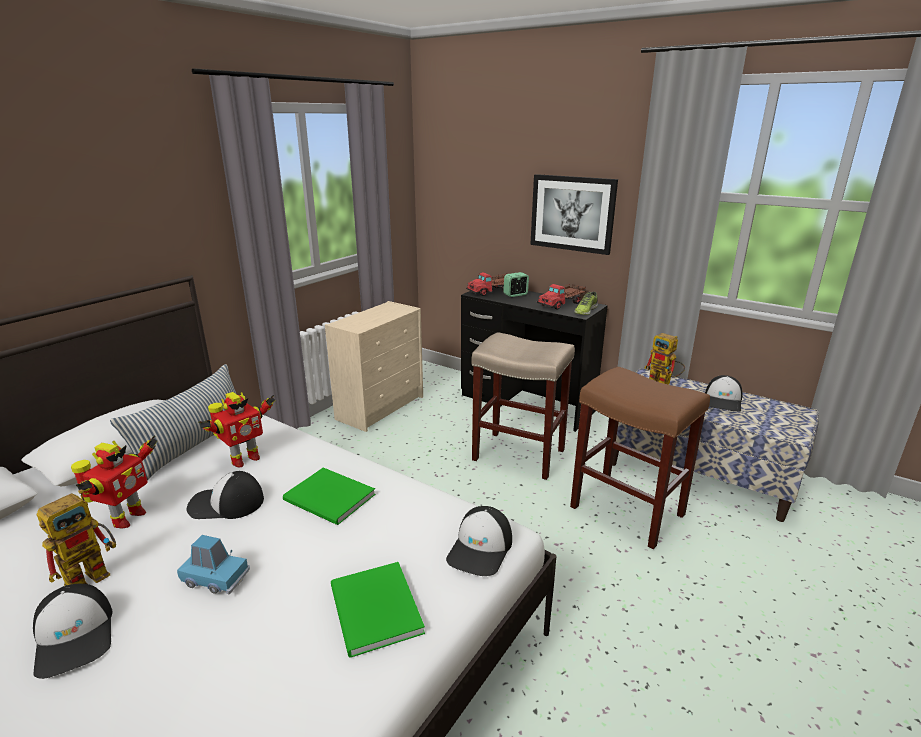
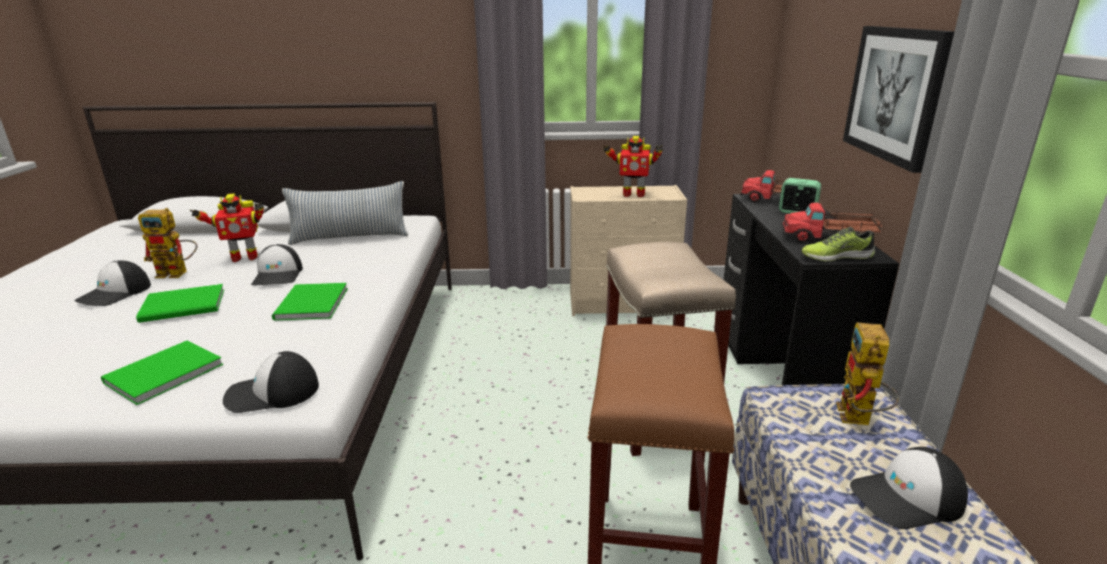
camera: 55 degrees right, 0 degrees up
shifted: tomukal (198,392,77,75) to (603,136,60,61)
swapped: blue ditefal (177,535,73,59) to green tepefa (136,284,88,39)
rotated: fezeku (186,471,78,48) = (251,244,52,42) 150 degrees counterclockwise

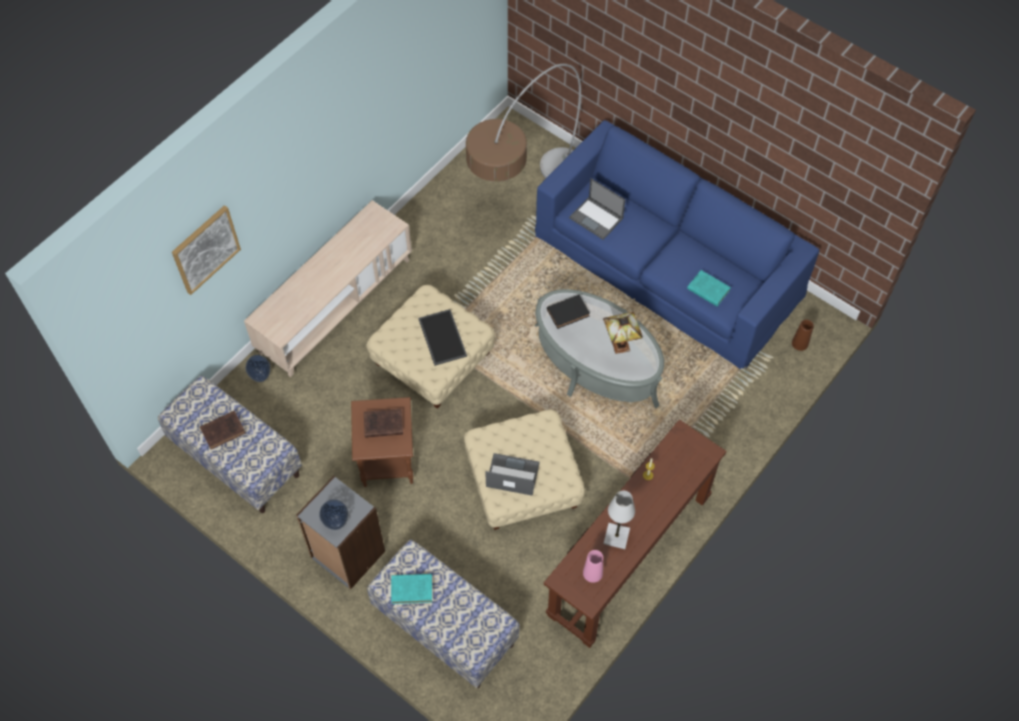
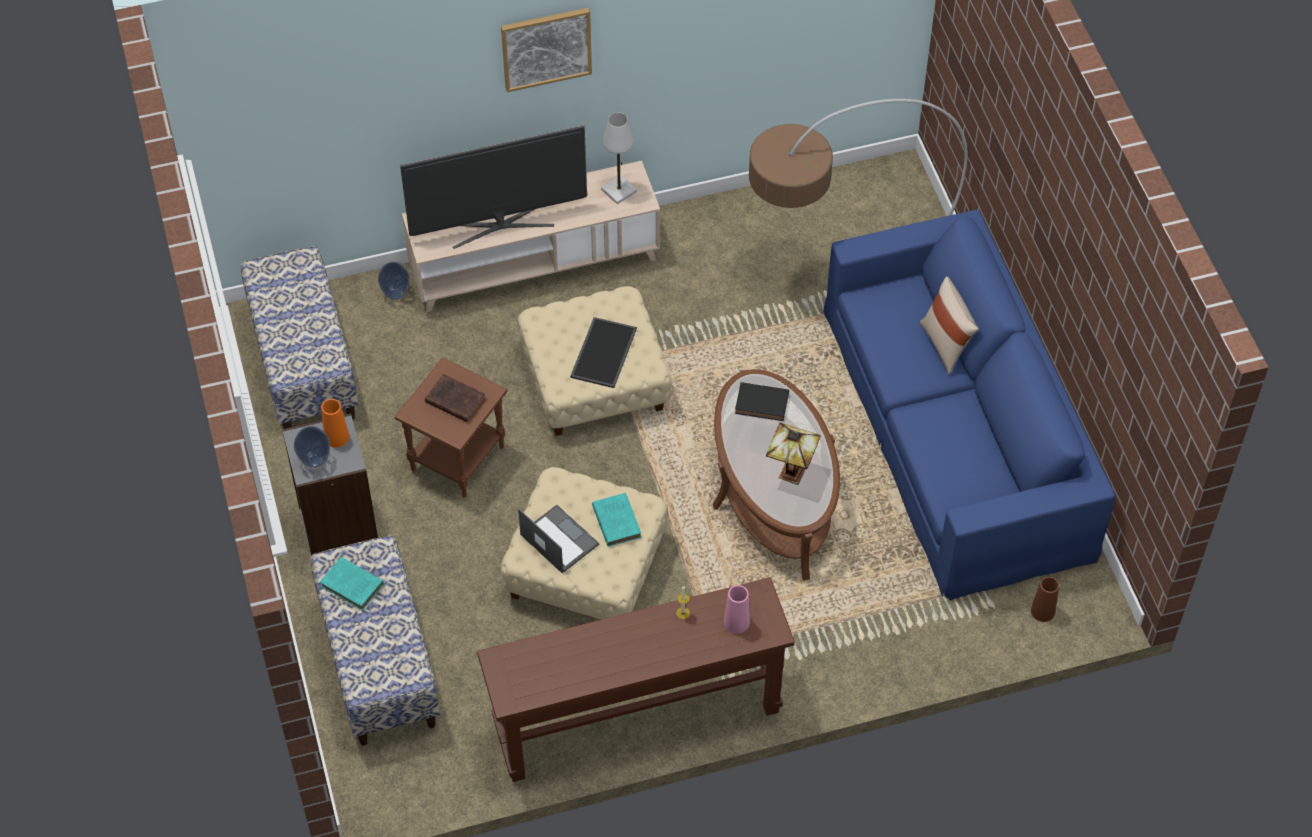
camera: 35 degrees right, 5 degrees down
gone: brown tepefa (200,411,45,39); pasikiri (569,178,56,62)
new: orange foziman (321,399,28,48); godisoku (400,125,187,124); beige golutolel (920,276,59,98)
shifted: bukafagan (172,205,69,90) to (501,8,91,84); turquoise tepefa (687,270,44,36) to (592,493,49,54); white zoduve (604,491,31,58) to (601,112,36,92); pink foziman (583,550,20,33) to (724,585,26,49)
repainted: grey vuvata (535,289,129,120) to brown vuvata (712,369,128,212)

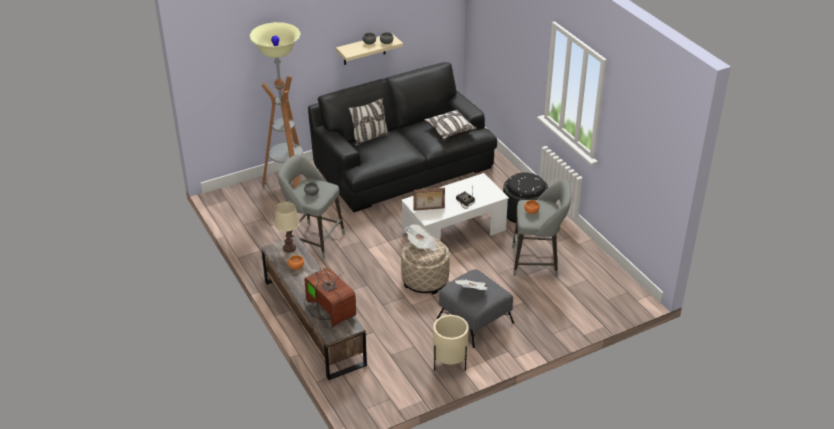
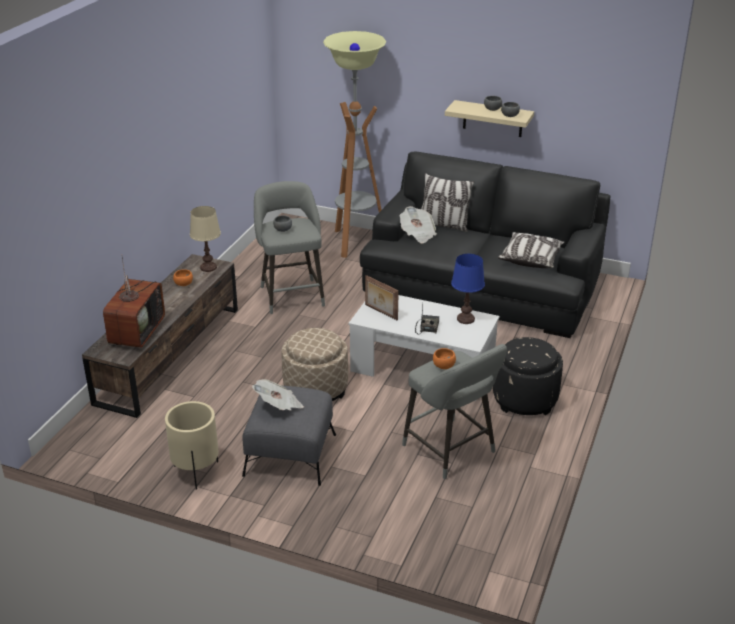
camera: 50 degrees right, 5 degrees down
new: blue zoduve (451,254,34,70)
shifted: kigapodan (405,224,31,27) to (400,206,37,38)

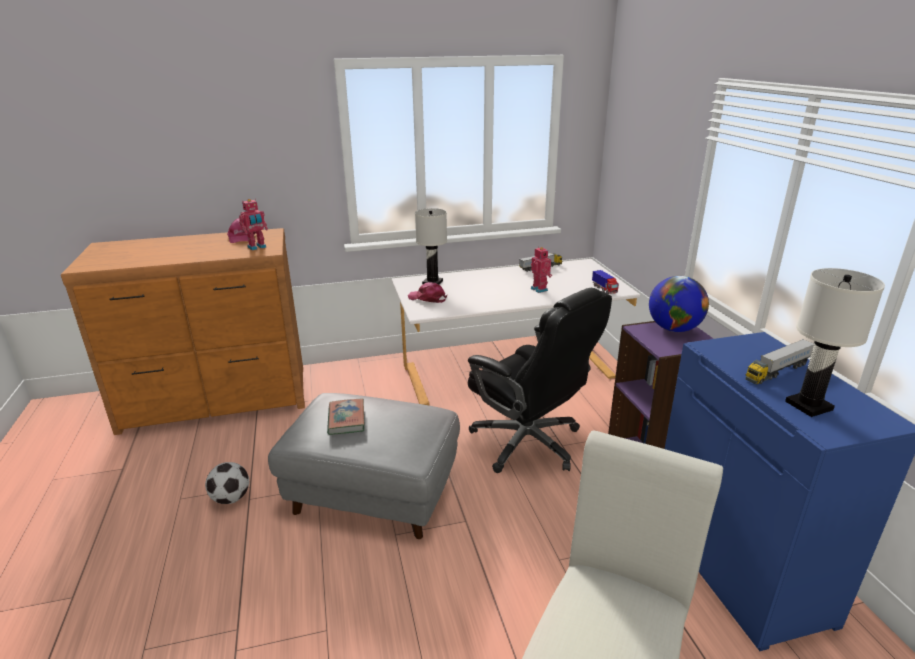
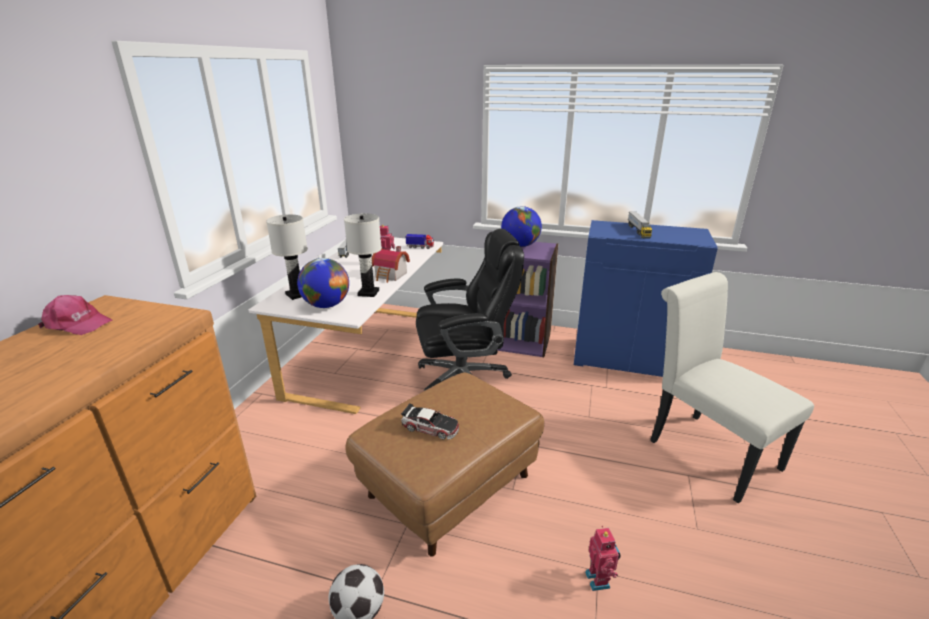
camera: 60 degrees left, 0 degrees up
new: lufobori (372,246,38,37)
shifted: white zoduve (785,268,100,149) to (344,213,38,84); tomukal (239,199,29,51) to (585,526,36,65)
swapped: pink fezeku (408,282,39,21) to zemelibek (297,258,52,50); tepefa (327,399,37,36) to ditefal (401,403,58,37)
repainted: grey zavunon (268,393,192,146) to brown zavunon (345,372,199,184)

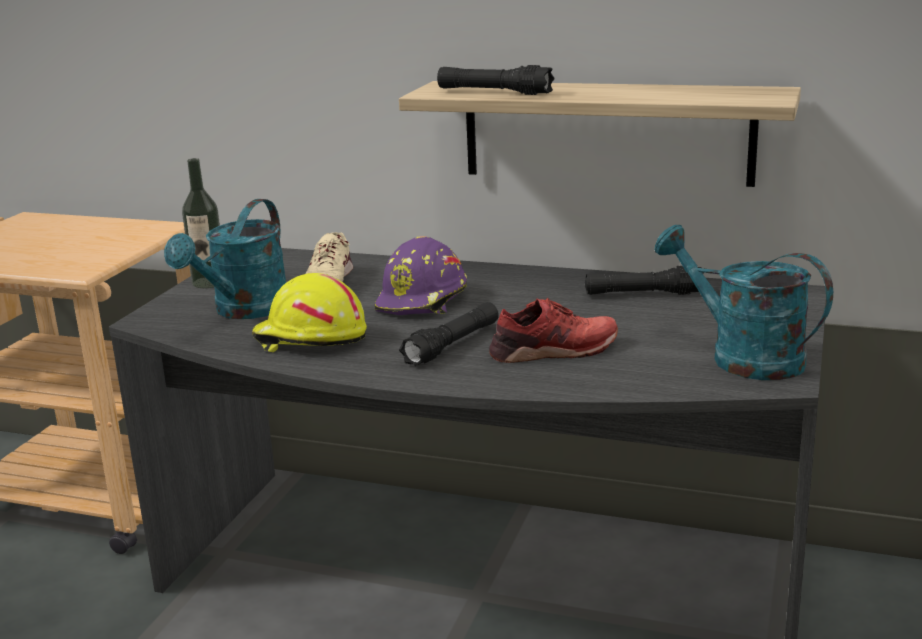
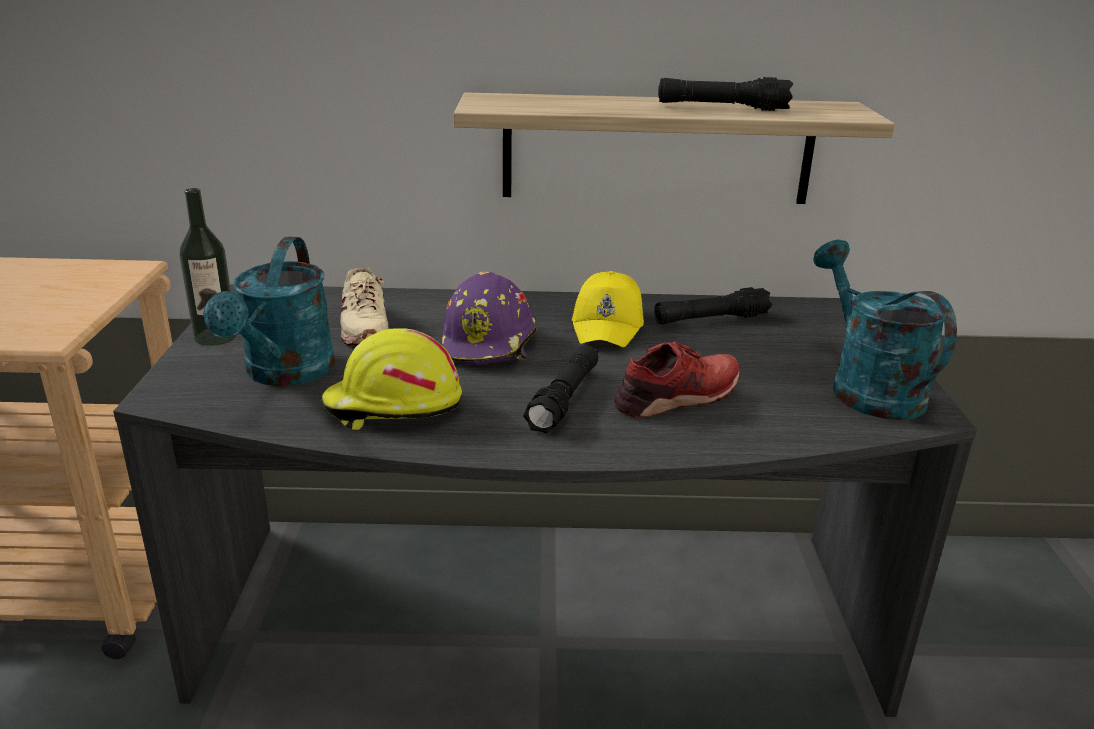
camera: 20 degrees left, 5 degrees up
new: yellow fezeku (572,271,72,76)
shifted: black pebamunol (437,65,117,30) to (658,77,135,34)
rotated: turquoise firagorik (654,225,179,155) = (813,240,144,180) 45 degrees clockwise

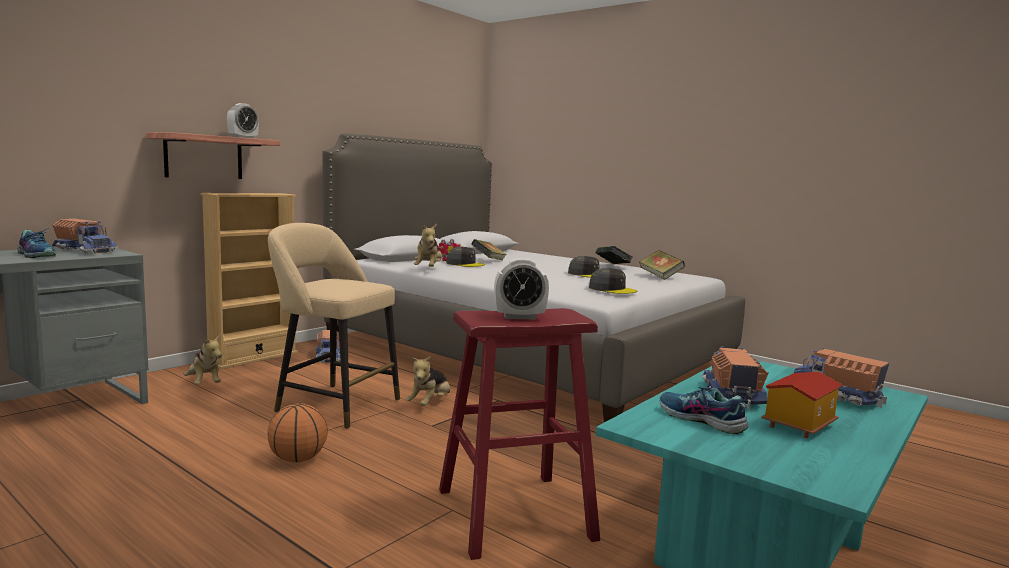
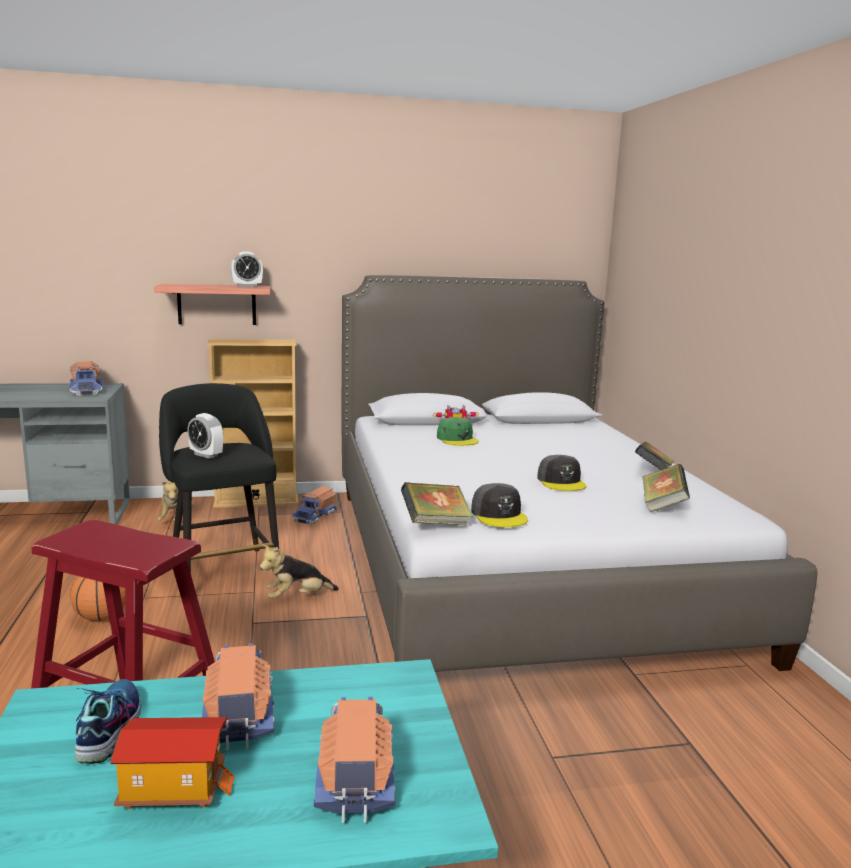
camera: 40 degrees right, 5 degrees up
gone: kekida (17,229,39,29); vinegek (414,224,28,43)
shifted: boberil (494,258,55,61) to (187,413,36,46); tepefa (471,239,36,22) to (401,482,72,44)
repainted: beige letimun (268,223,132,206) to black letimun (159,383,123,201); grey fezeku (446,246,39,21) to green fezeku (437,417,42,29)
rotated: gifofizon (702,346,67,63) = (202,643,72,107) 60 degrees counterclockwise

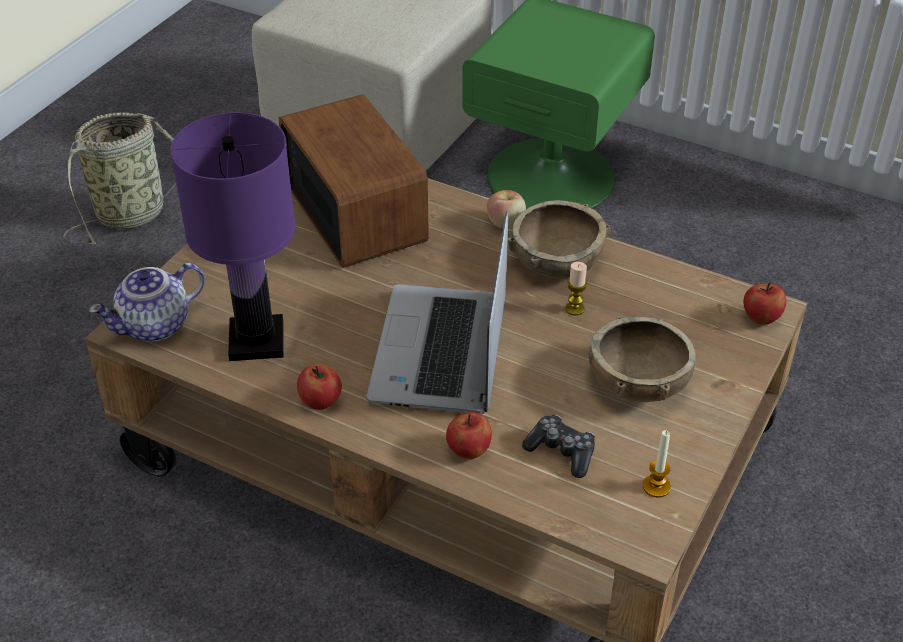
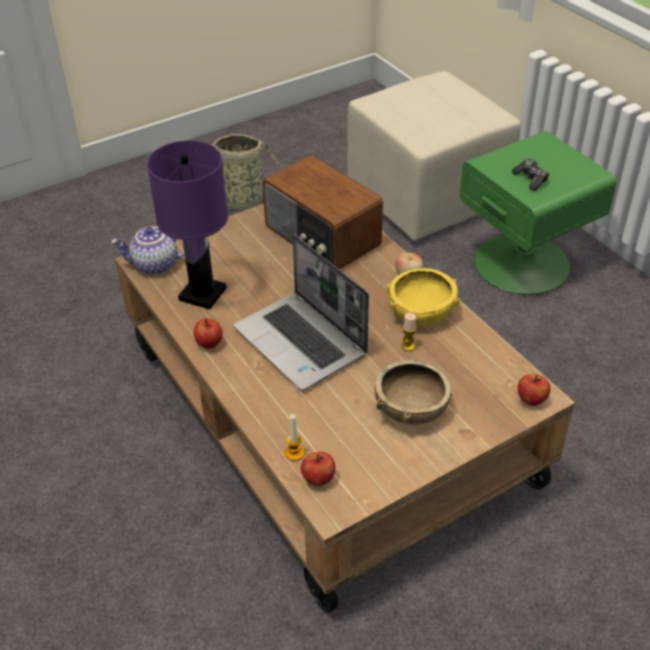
camera: 30 degrees right, 0 degrees up
shifted: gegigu (643,430,28,68) to (285,414,20,47); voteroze (446,412,46,47) to (301,452,34,34); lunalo (522,415,73,63) to (512,159,38,32)
repainted: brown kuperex (508,200,103,79) to yellow kuperex (387,268,73,57)
rotated: pasikiri (367,211,141,203) = (234,235,135,156) 75 degrees counterclockwise; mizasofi (279,94,150,174) = (262,155,121,115) 135 degrees clockwise

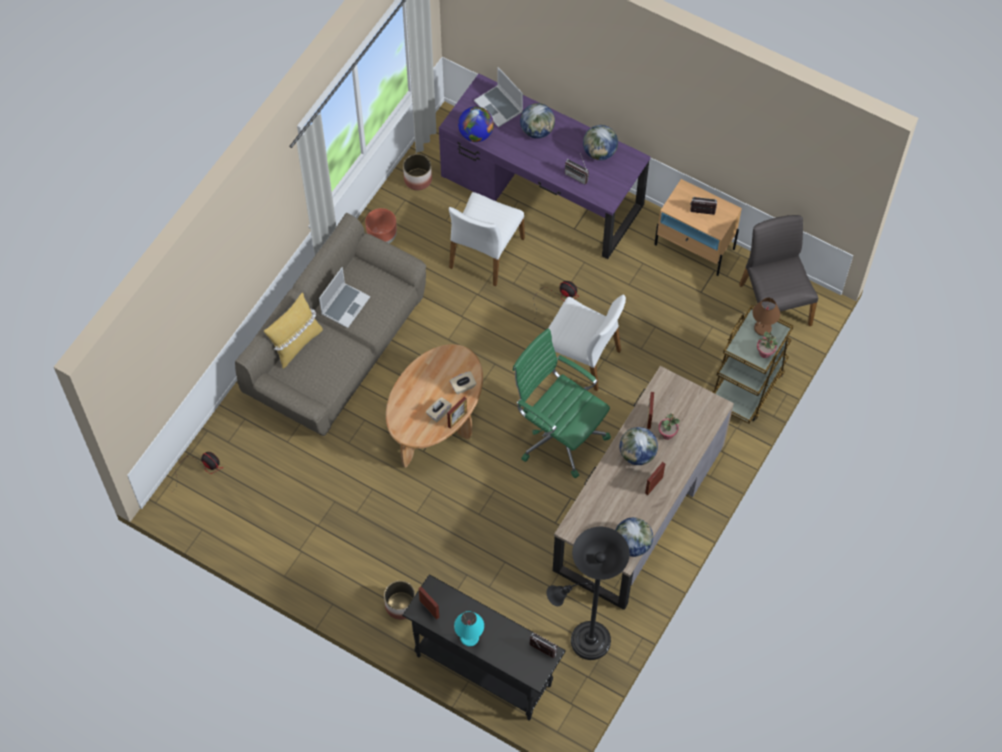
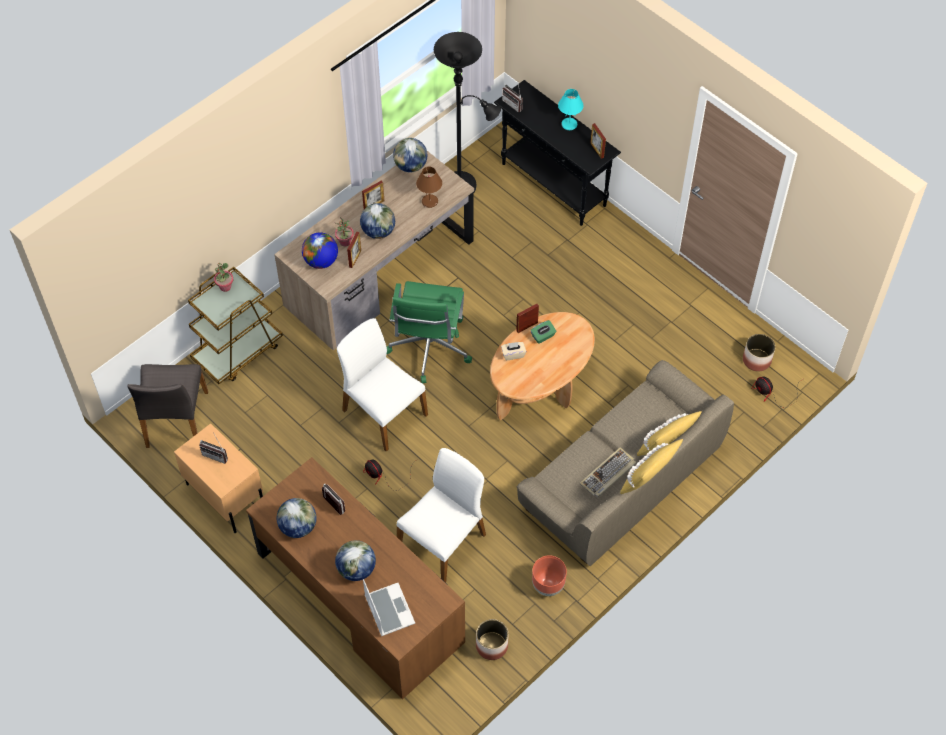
camera: 165 degrees left, 5 degrees down
new: yellow golutolel (620,439,63,55)
shifted: zemelibek (458,106,36,36) to (302,232,36,37); brown zoduve (753,298,27,38) to (416,167,26,41); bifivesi (384,581,31,39) to (743,334,32,37)
swapped: pasikiri (319,267,51,61) to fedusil (580,447,56,50)
repainted: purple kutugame (439,74,212,185) to brown kutugame (246,457,219,242); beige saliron (426,397,26,25) to green saliron (530,320,26,24)
rotated: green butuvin (513,328,98,150) = (387,281,85,102) 45 degrees clockwise

